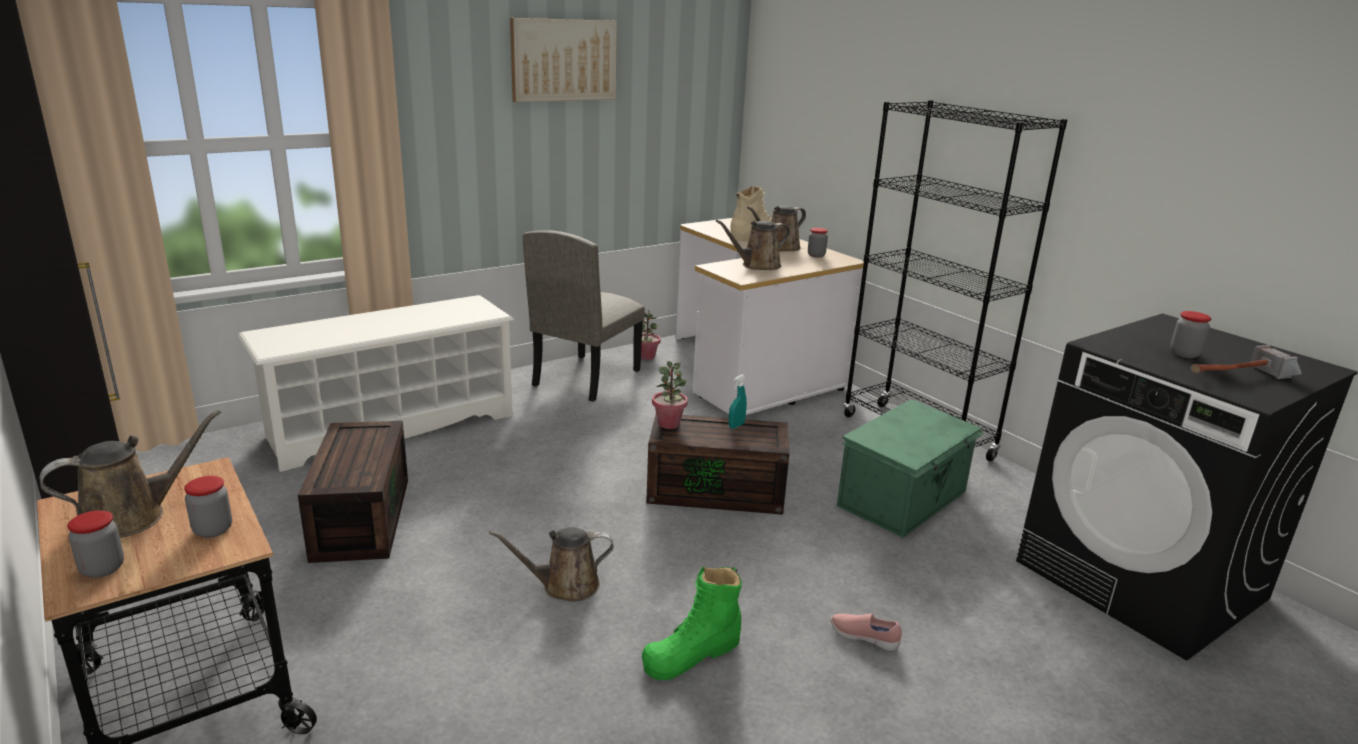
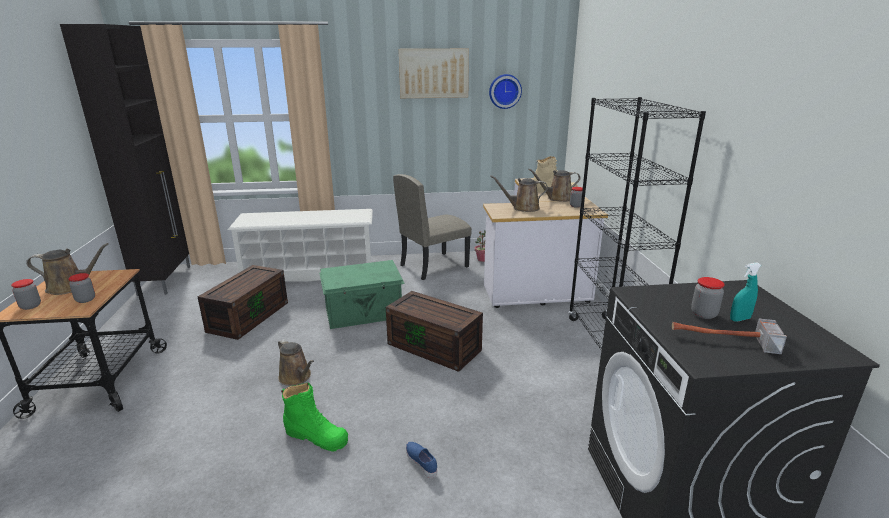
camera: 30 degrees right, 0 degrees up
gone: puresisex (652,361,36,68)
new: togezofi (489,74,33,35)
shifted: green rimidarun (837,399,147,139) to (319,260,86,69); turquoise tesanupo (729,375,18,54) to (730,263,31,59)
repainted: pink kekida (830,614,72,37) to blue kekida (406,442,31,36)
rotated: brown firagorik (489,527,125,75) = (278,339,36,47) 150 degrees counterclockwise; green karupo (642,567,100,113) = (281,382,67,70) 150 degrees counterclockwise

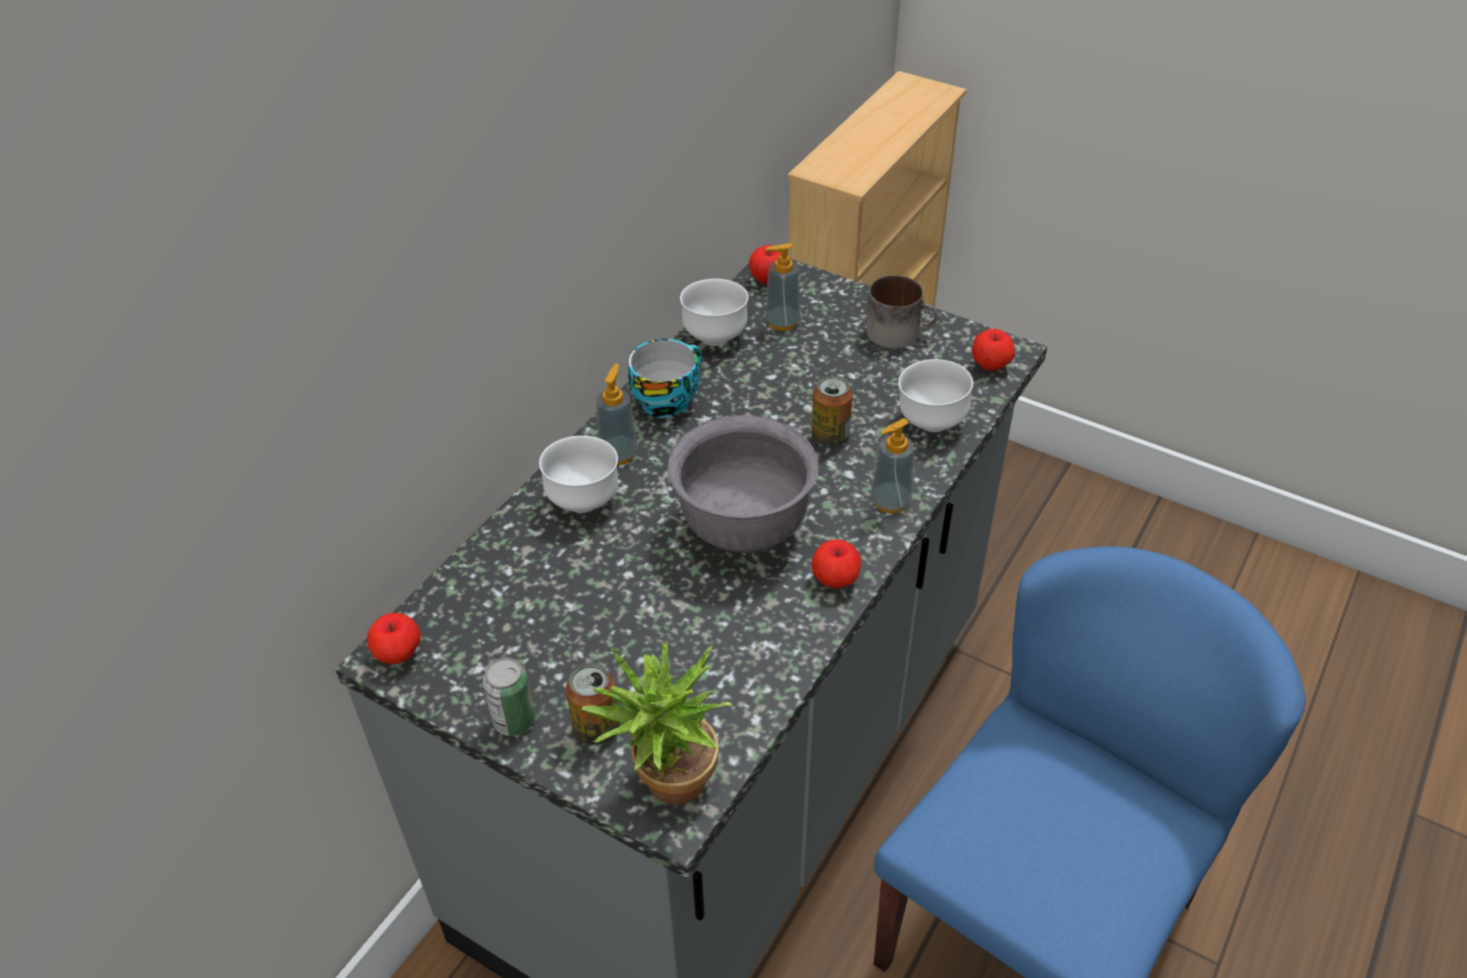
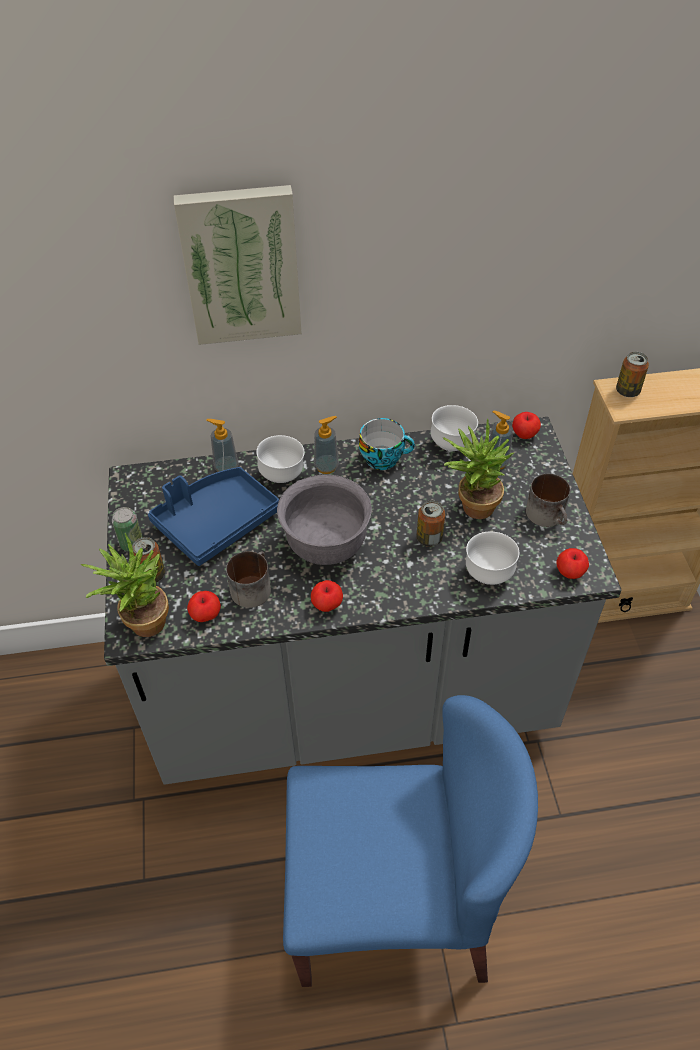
camera: 50 degrees right, 5 degrees up
new: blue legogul (148,467,131,99); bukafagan (174,185,128,160); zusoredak (226,551,45,57); puresisex (443,418,71,101); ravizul (616,352,33,45)
shifted: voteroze (367,613,54,51) to (187,591,34,31); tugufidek (871,418,44,95) to (206,419,33,53)

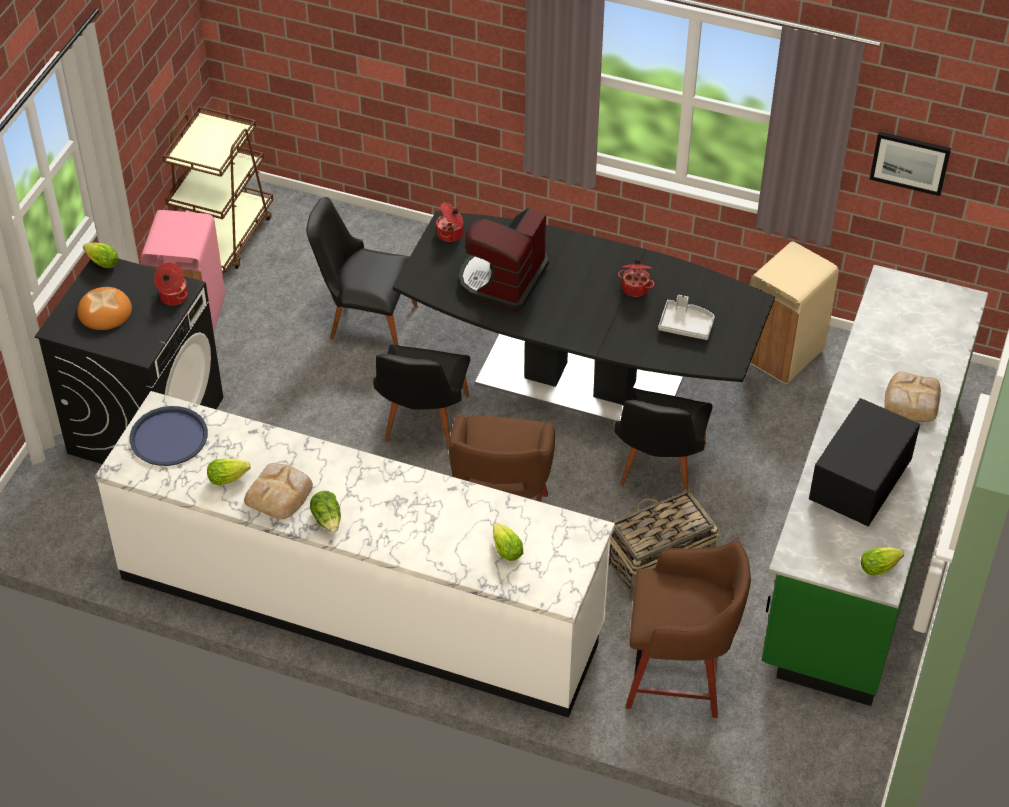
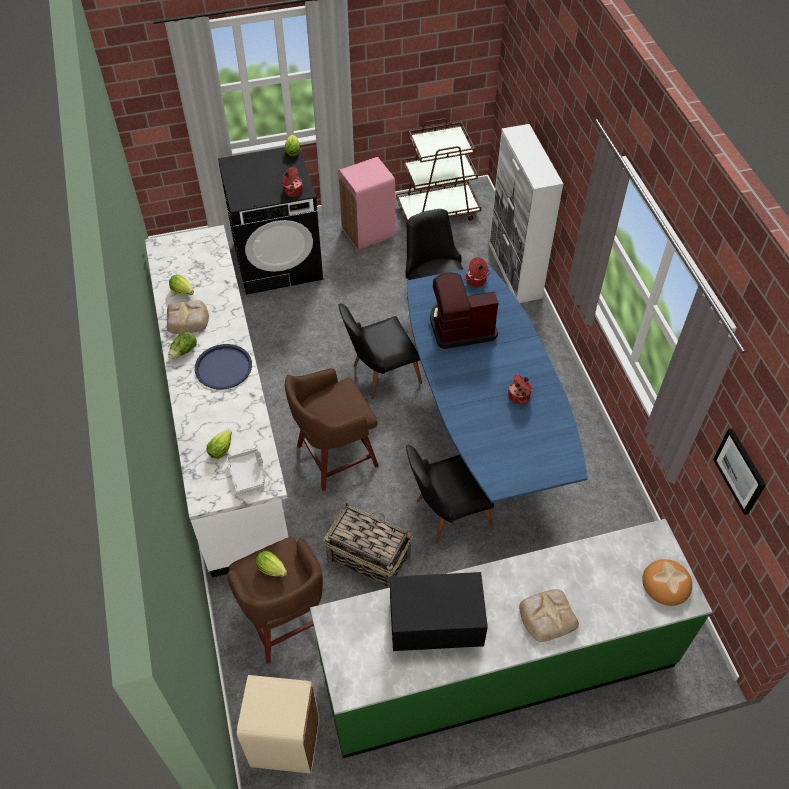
camera: 55 degrees right, 5 degrees up
new: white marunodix (489,124,74,179)
shifted: blue legogul (129,406,79,60) to (195,344,57,45); grey legogul (658,295,57,45) to (226,449,39,46); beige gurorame (750,242,89,142) to (237,675,82,99); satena (861,547,43,29) to (256,551,31,26); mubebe (77,287,55,43) to (642,559,50,47)
repainted: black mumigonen (393,211,382,211) to blue mumigonen (407,264,181,239)

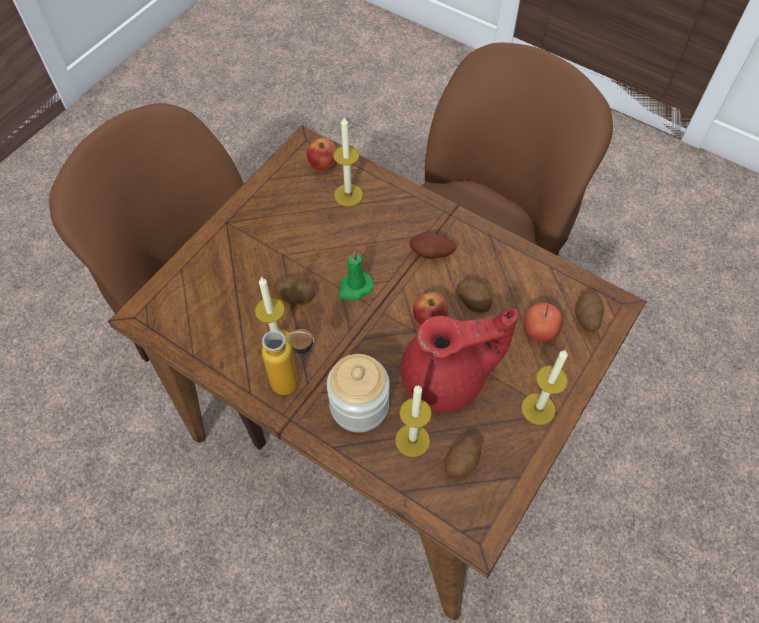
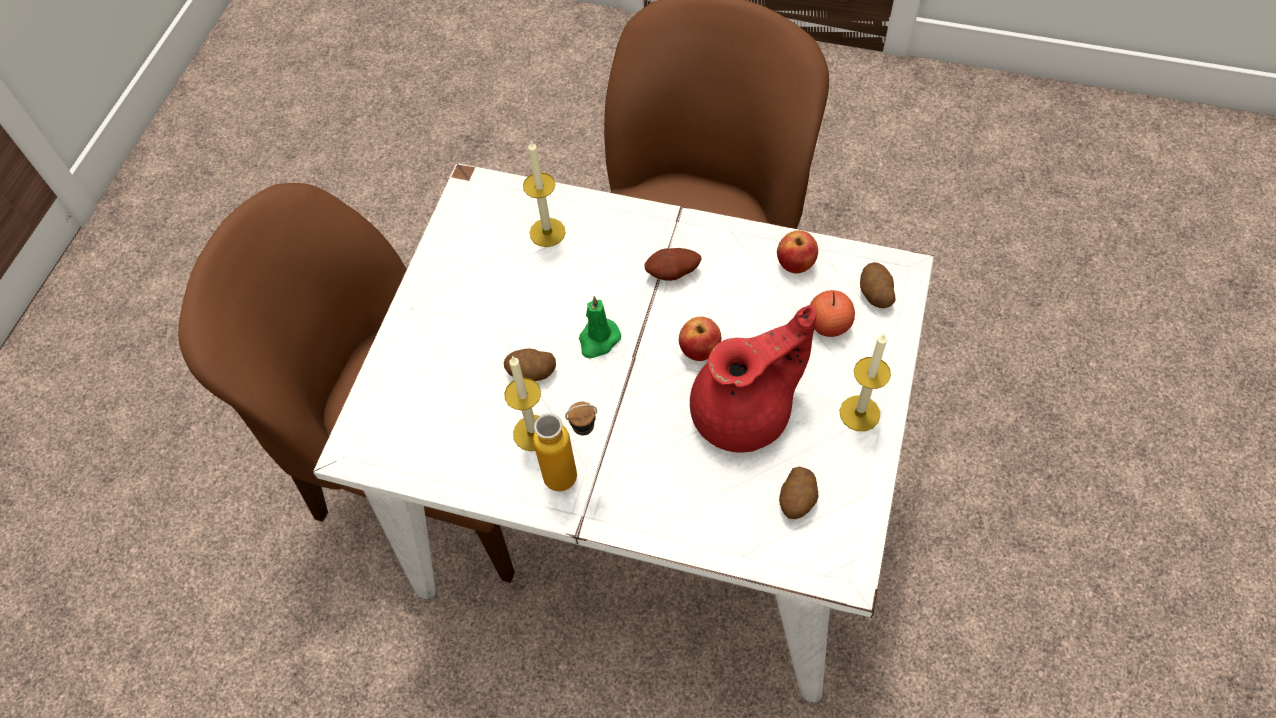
camera: 15 degrees left, 0 degrees up
gone: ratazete (327,354,63,79); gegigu (395,385,37,72); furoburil (456,278,36,35)
shifted: voteroze (307,138,30,33) to (777,230,41,44)
repainted: brown mumigonen (108,125,539,495) to white mumigonen (313,163,621,539)

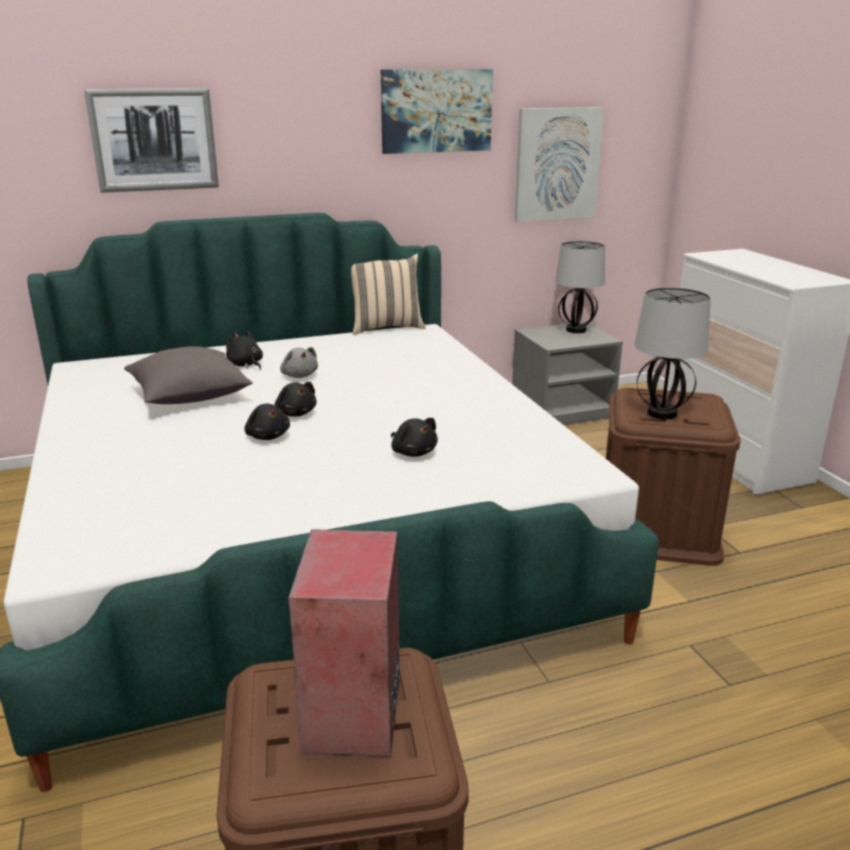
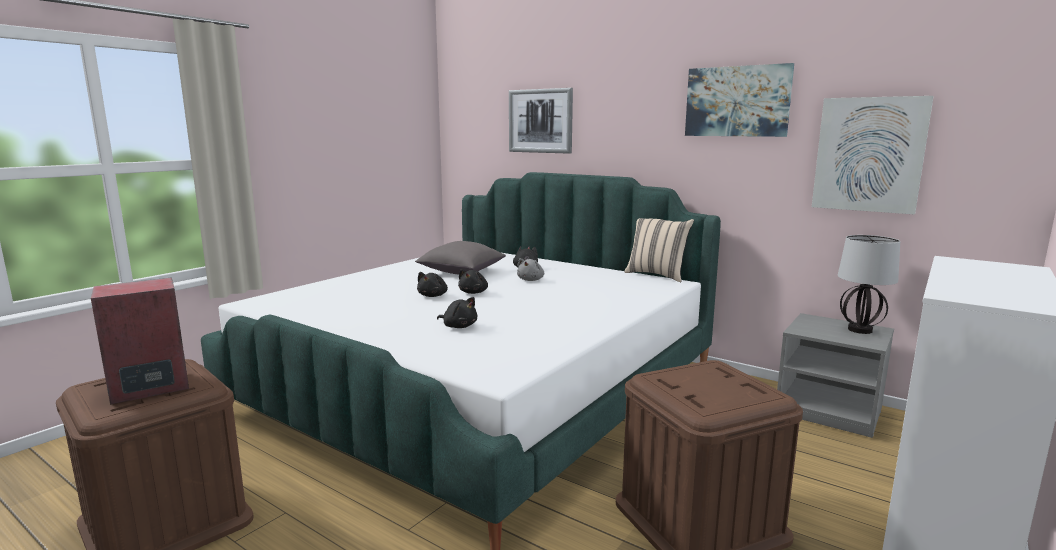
camera: 55 degrees right, 10 degrees down
gone: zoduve (634,287,77,132)
rotated: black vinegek (391,418,47,39) = (437,297,40,31) 75 degrees counterclockwise

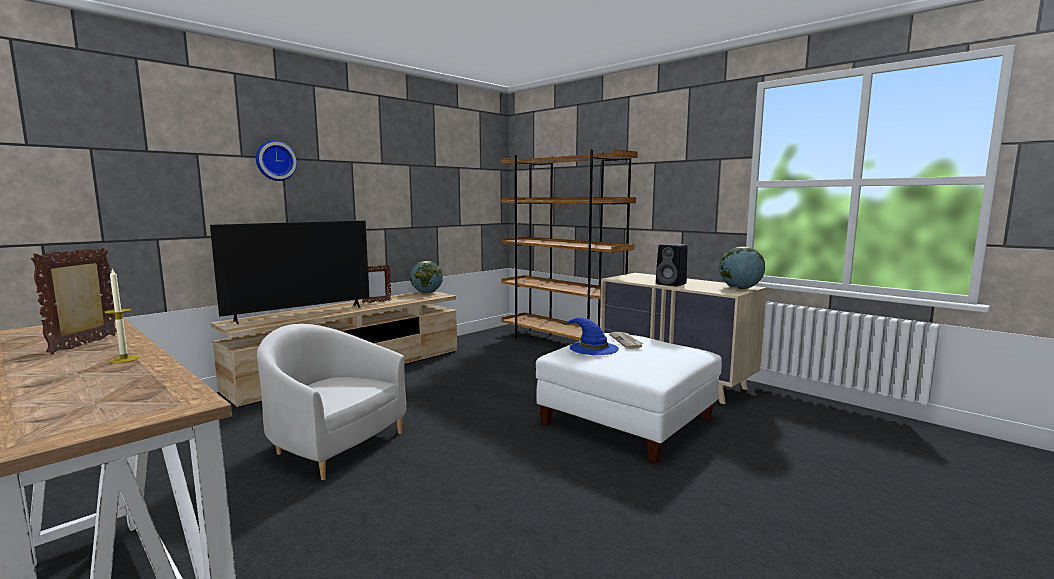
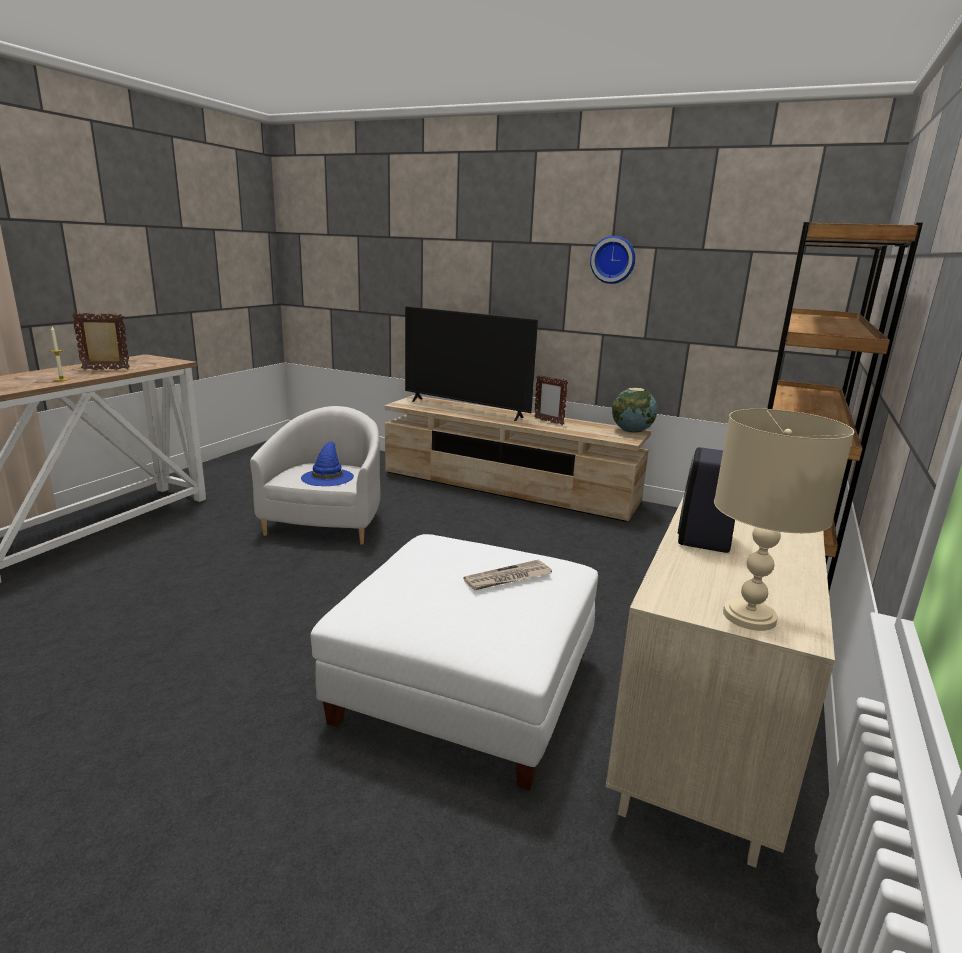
camera: 70 degrees right, 10 degrees up
shifted: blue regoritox (561,317,58,38) to (301,442,53,44); togezofi (256,140,41,41) to (590,236,45,48)
swapped: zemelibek (719,247,46,42) to beige zoduve (714,409,140,222)

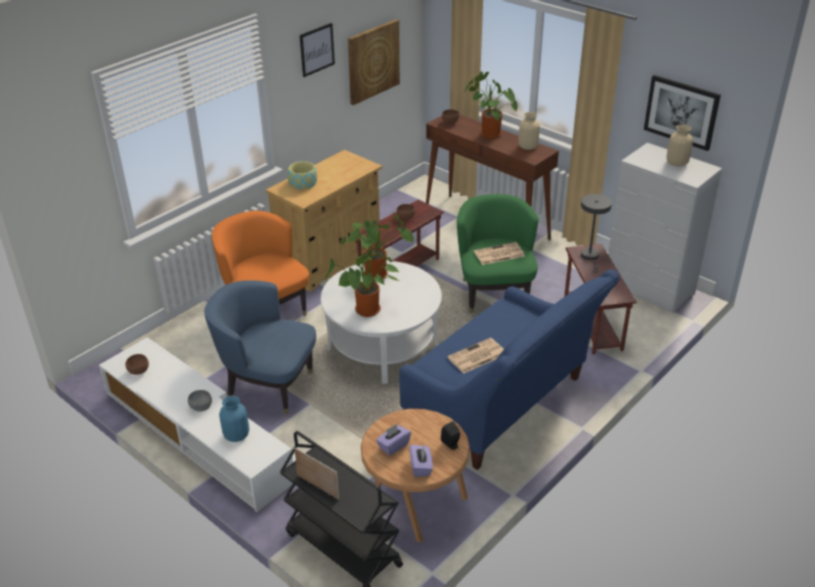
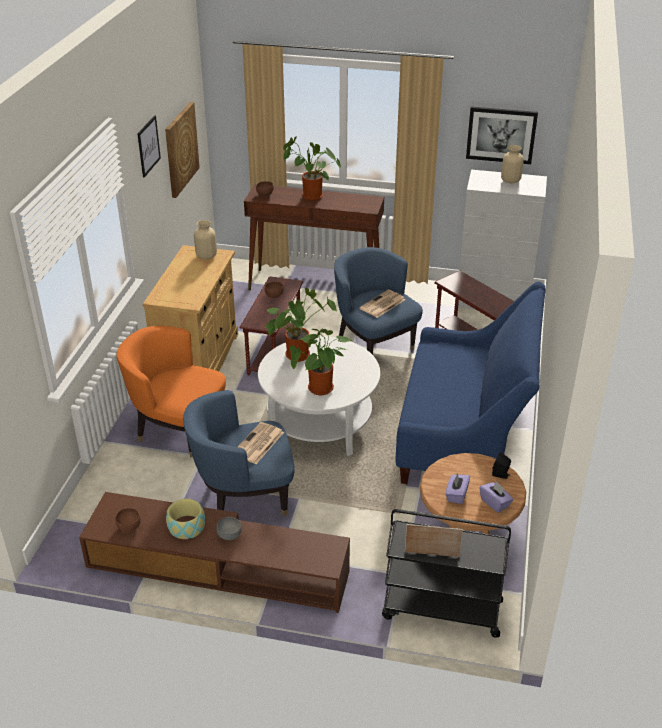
camera: 30 degrees left, 0 degrees up
gone: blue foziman (219,396,30,46); grey zoduve (581,194,31,79)
shifted: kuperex (287,161,30,29) to (166,499,39,40); beige foziman (518,112,22,38) to (194,220,23,39); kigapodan (447,338,57,36) to (238,422,46,42)
repainted: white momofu (99,337,197,175) to brown momofu (79,492,271,121); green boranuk (457,194,82,119) to blue boranuk (334,247,89,108)

